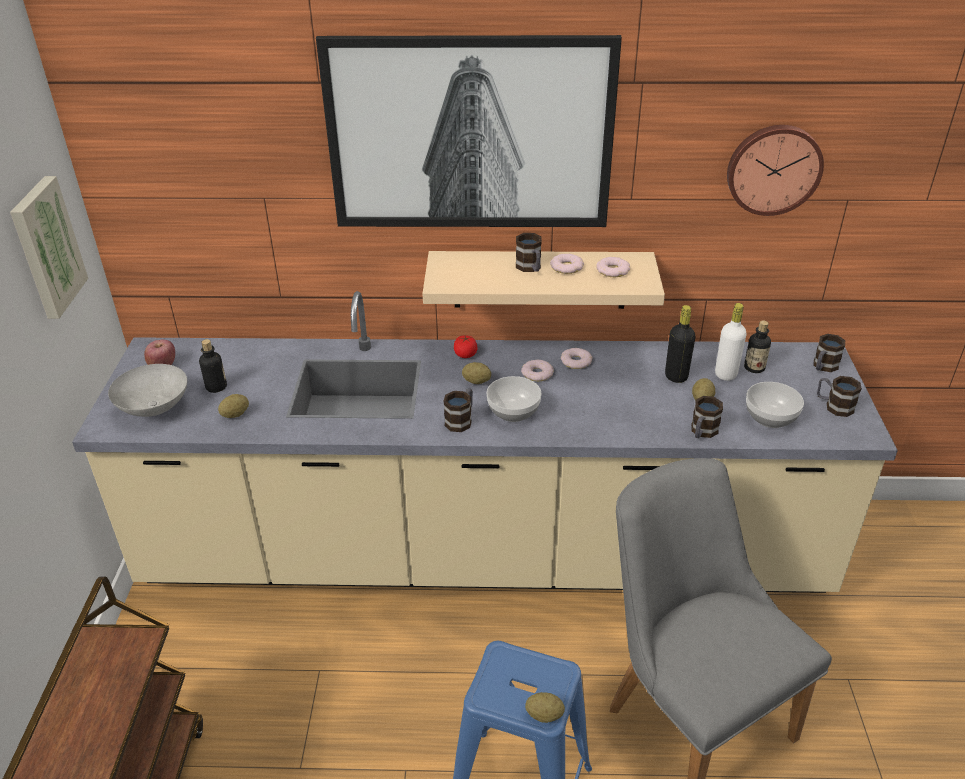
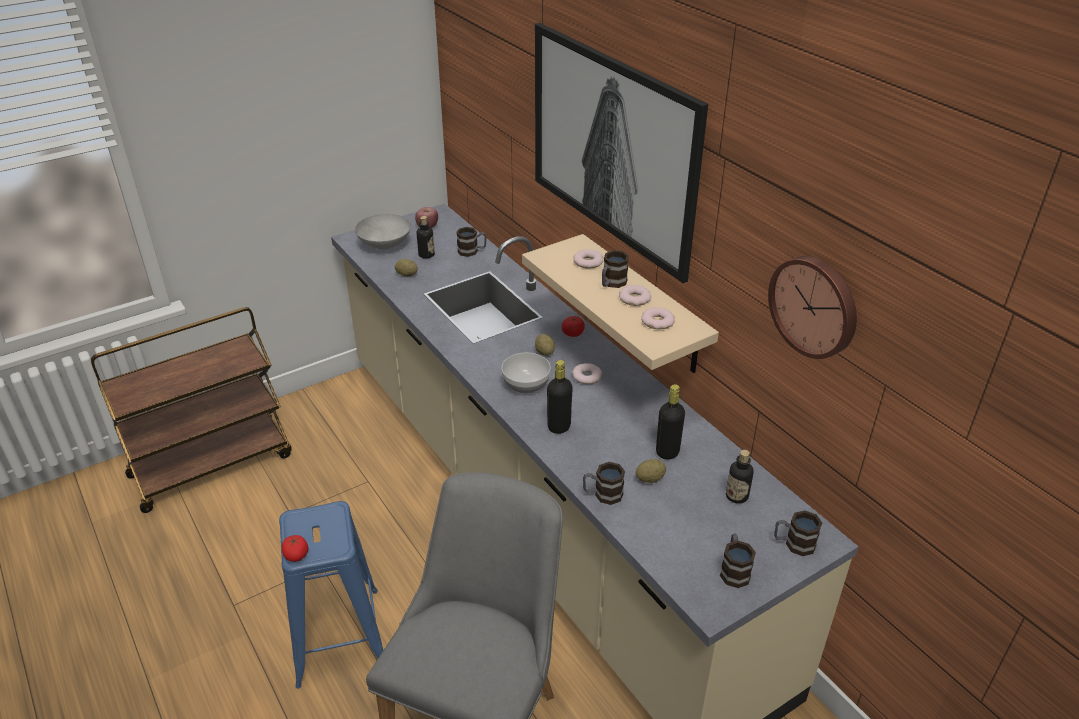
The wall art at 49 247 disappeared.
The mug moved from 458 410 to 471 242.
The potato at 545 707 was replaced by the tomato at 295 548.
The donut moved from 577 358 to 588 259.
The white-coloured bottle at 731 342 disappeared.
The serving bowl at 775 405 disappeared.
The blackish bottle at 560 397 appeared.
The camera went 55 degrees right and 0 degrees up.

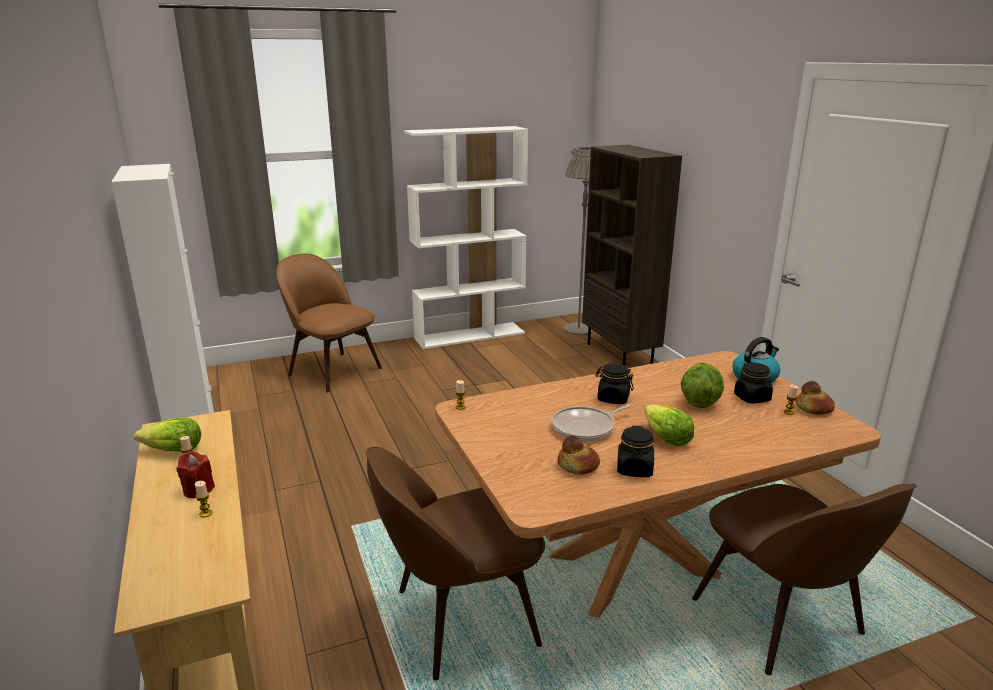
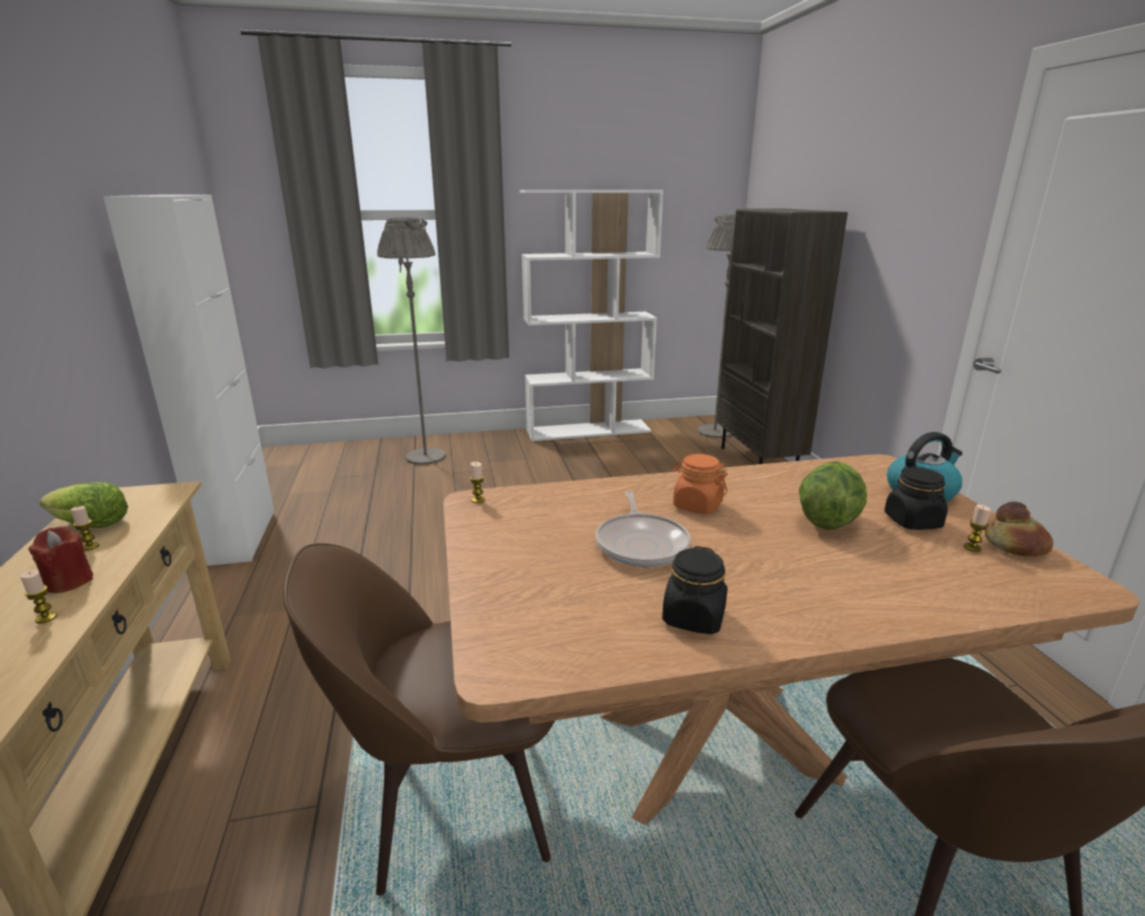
The brownish upright chair at 329 323 was replaced by the gray standard lamp at 411 341.
The skillet at 593 422 turned 75 degrees counterclockwise.
The baked bread at 579 455 disappeared.
The blackish jar at 614 383 became the orange-coloured jar at 699 484.
The lettuce head at 669 425 disappeared.
The camera went 10 degrees right and 0 degrees up.

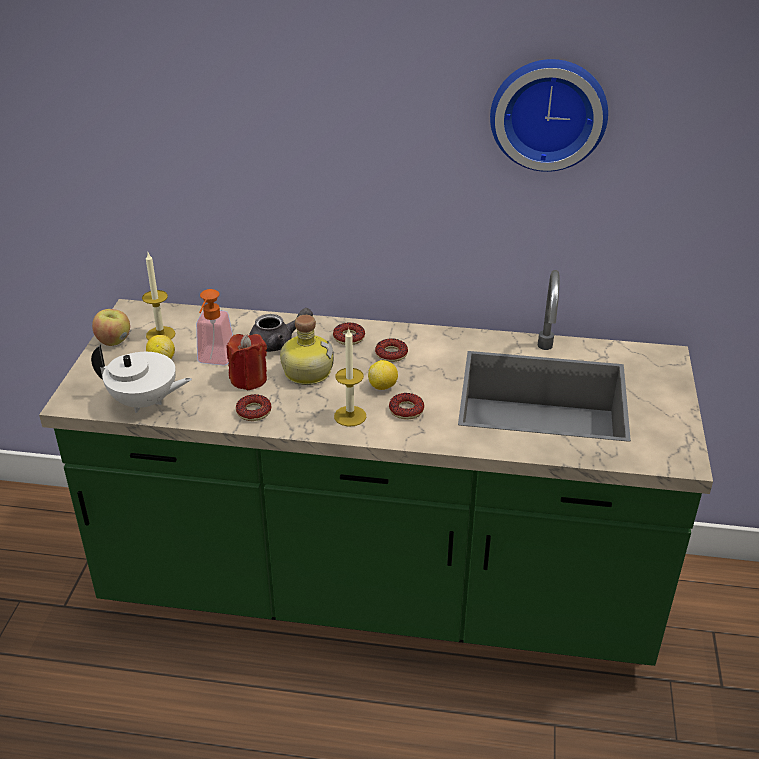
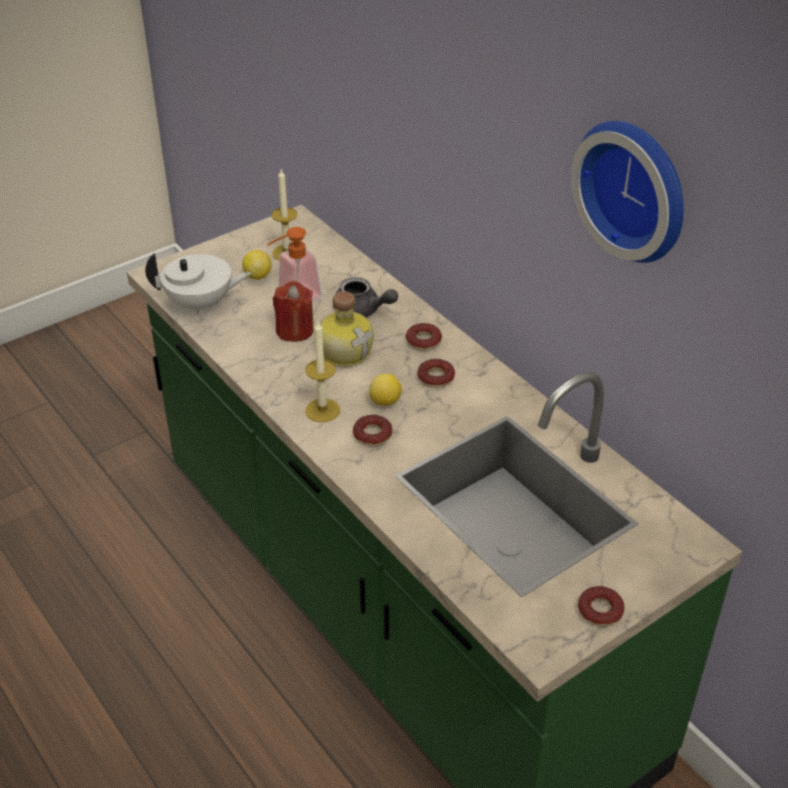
The white-coloured pot for tea at 141 379 turned 60 degrees counterclockwise.
The apple fruit at 111 327 disappeared.
The donut moved from 254 407 to 601 606.
The camera went 45 degrees right and 5 degrees up.

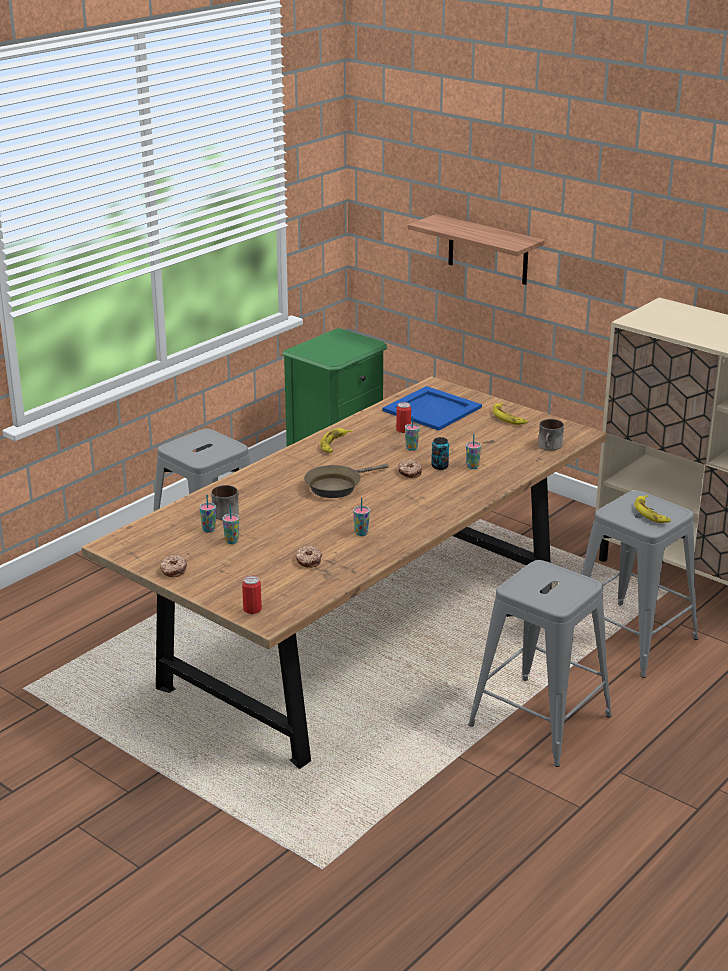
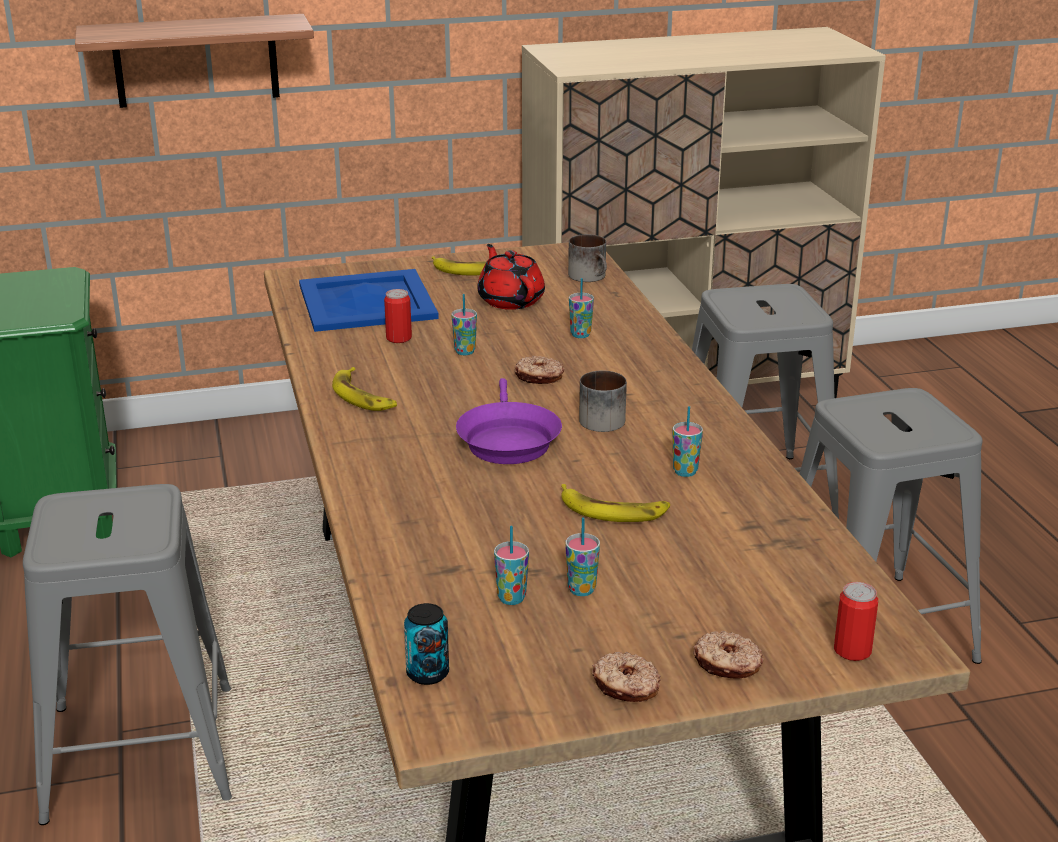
The mug moved from 225 502 to 603 401.
The donut moved from 309 557 to 728 655.
The brownish skillet at 346 481 became the purple skillet at 509 421.
The sealed can moved from 440 453 to 426 644.
The banana fruit moved from 653 509 to 615 503.
The red pot for tea at 511 277 appeared.
The camera went 55 degrees left and 0 degrees up.

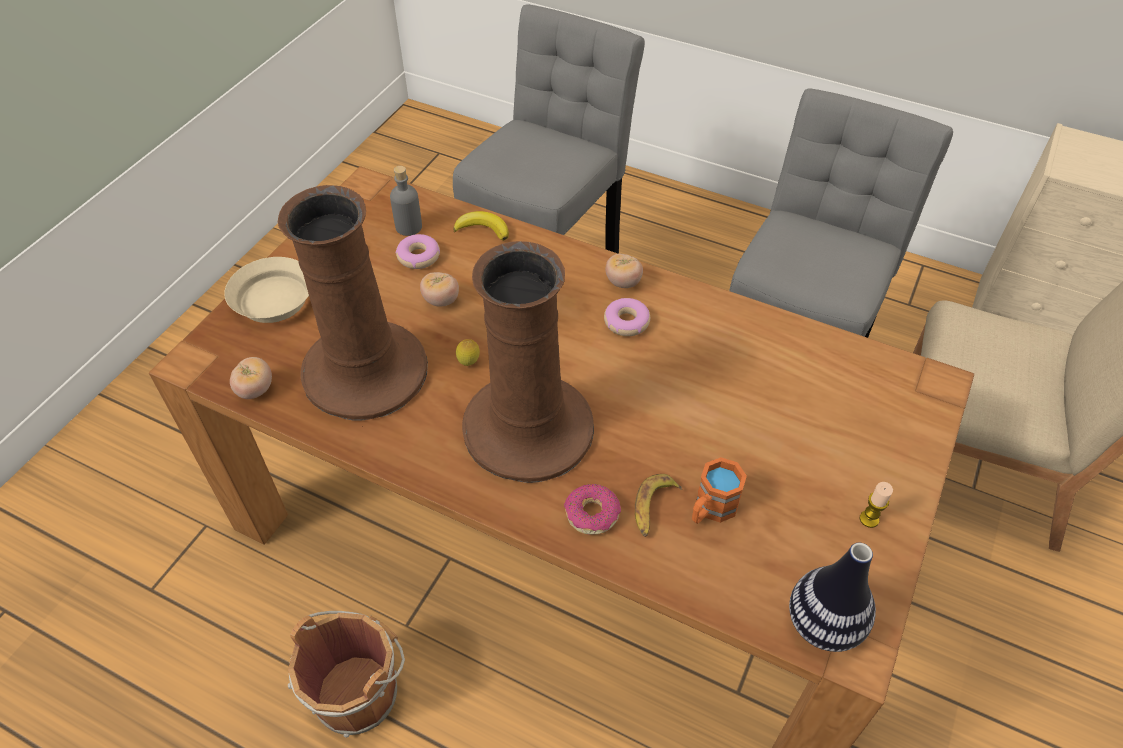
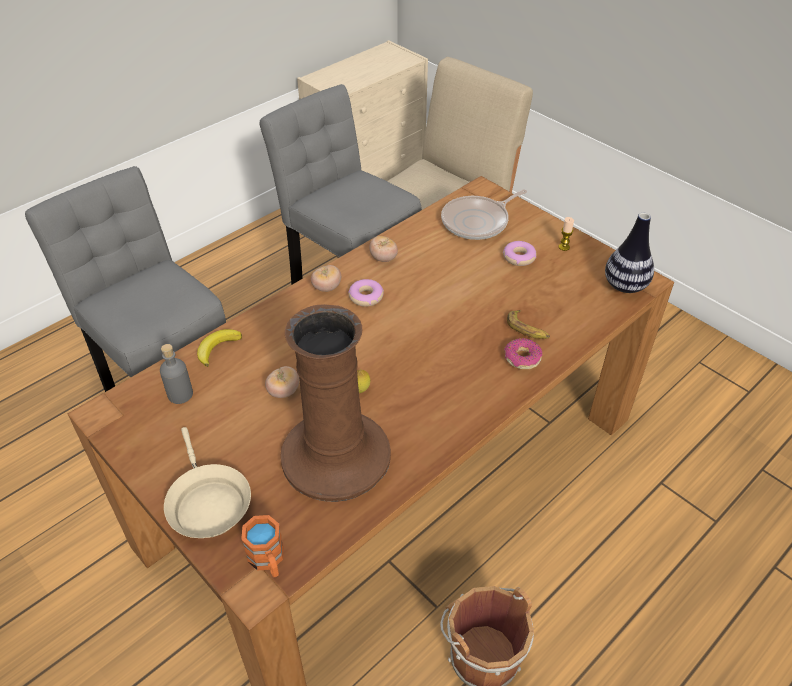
The tomato moved from 251 378 to 384 249.
The donut moved from 418 251 to 520 253.
The brownish flower vase at 528 362 disappeared.
The orange-coloured mug moved from 719 490 to 262 546.
The skillet at 484 214 appeared.
The camera went 70 degrees left and 5 degrees down.

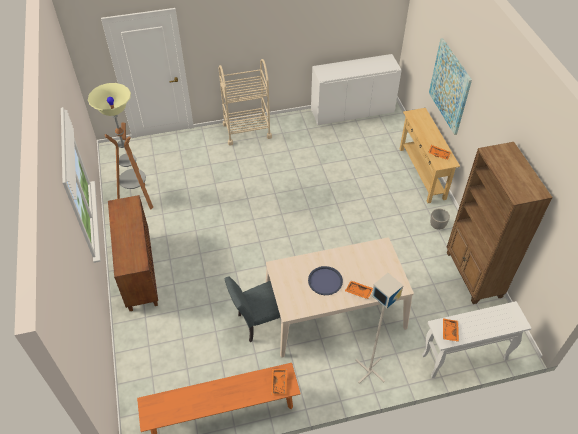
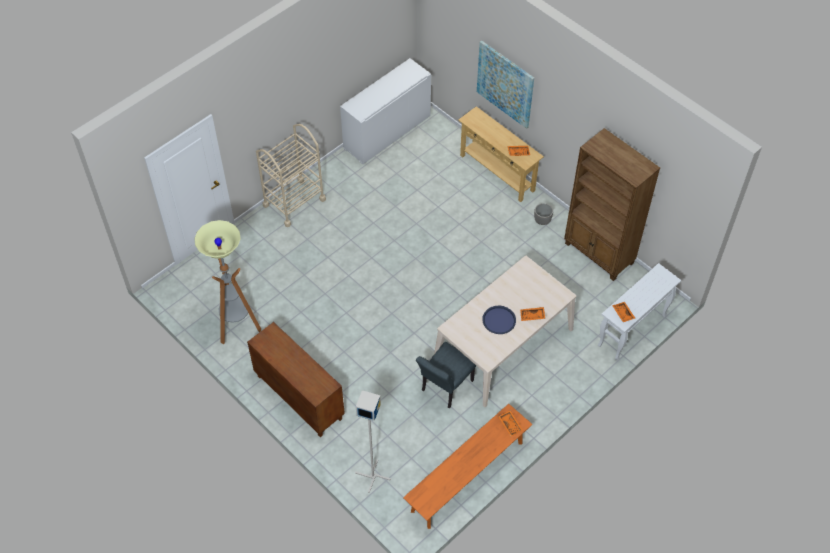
The gray standard lamp moved from 379 328 to 373 441.
The camera went 30 degrees left and 5 degrees up.

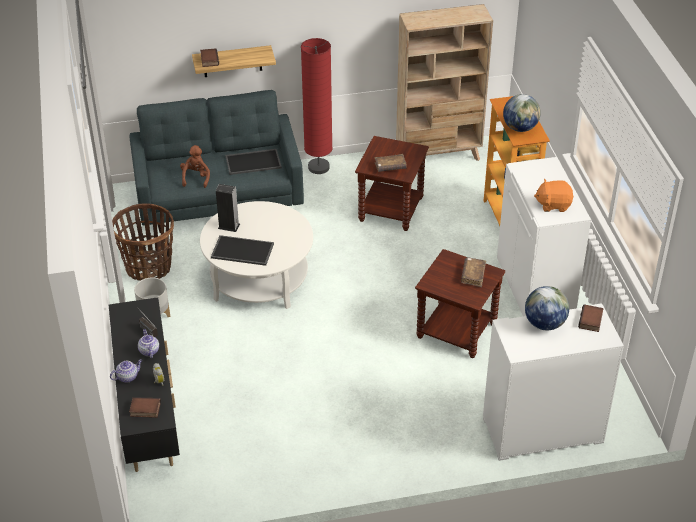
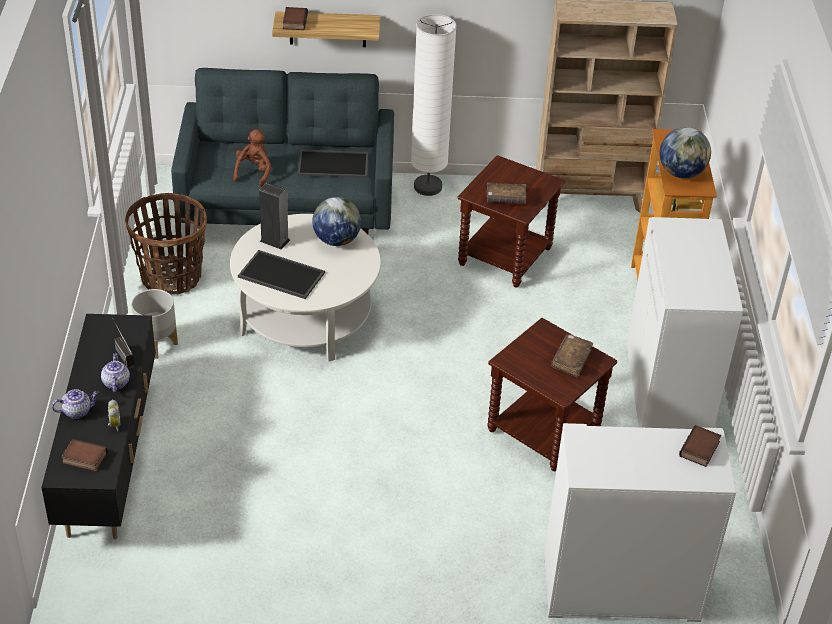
The red standard lamp at 317 106 became the white-coloured standard lamp at 434 105.
The world globe moved from 547 308 to 336 221.
The orange-coloured soft toy at 554 195 disappeared.
The camera went 10 degrees right and 0 degrees up.

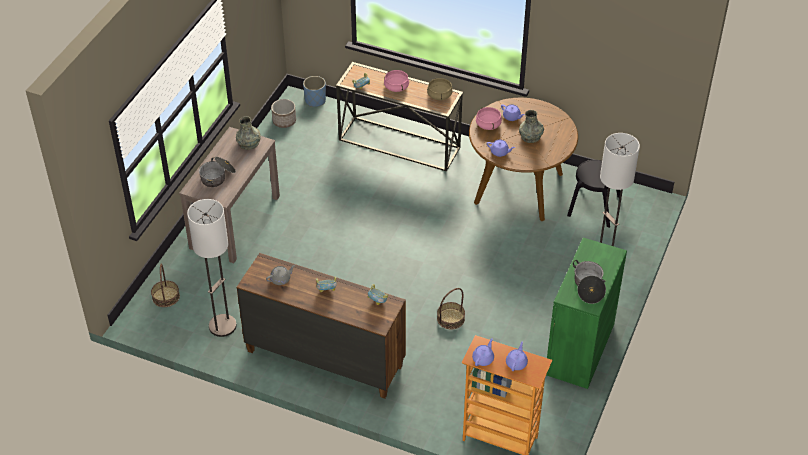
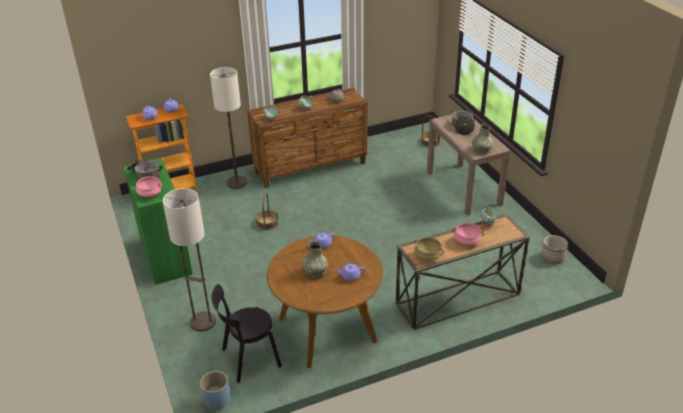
The standard lamp moved from 212 268 to 228 128.
The blue planter moved from 314 91 to 215 390.
The pink cooking pot moved from 489 118 to 149 186.
The camera went 135 degrees right and 10 degrees down.

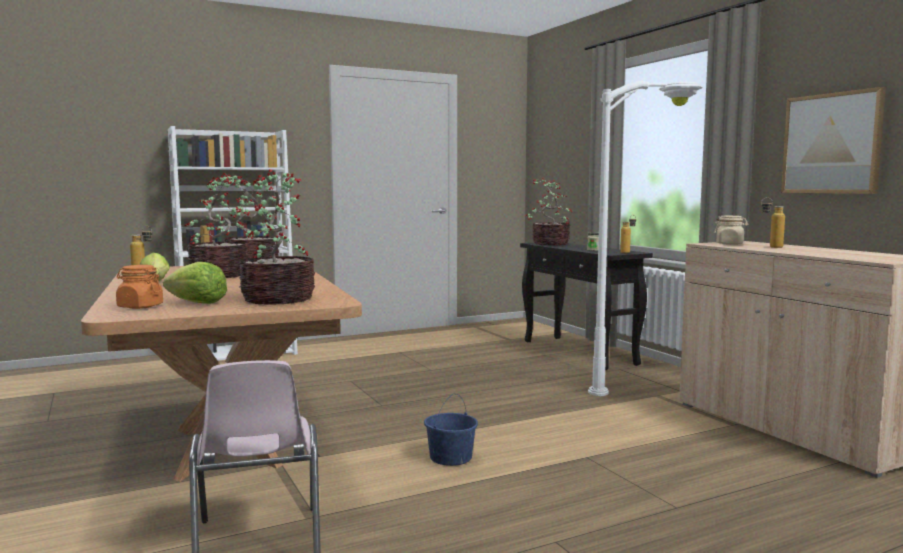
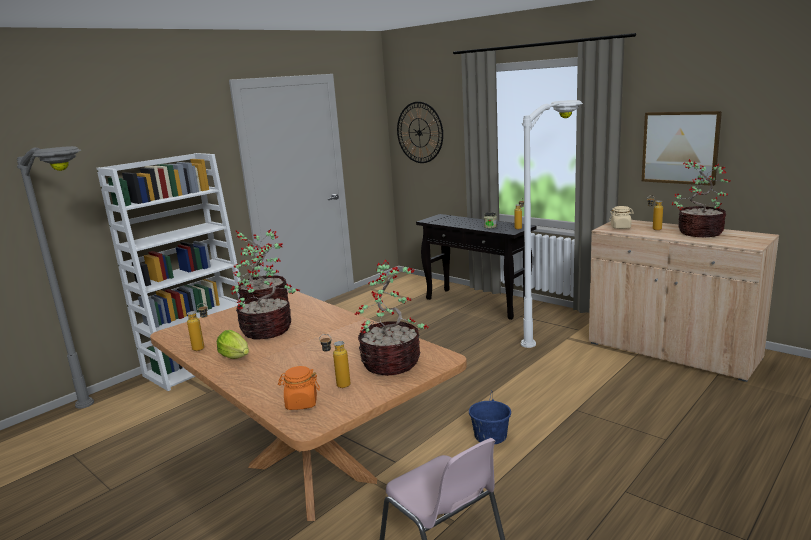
The lettuce head at 195 283 was replaced by the bottle at 334 361.
The plant in a pot moved from 548 211 to 701 198.
The gray standard lamp at 55 277 appeared.
The clock on the wall at 420 132 appeared.
The camera went 20 degrees left and 10 degrees up.

